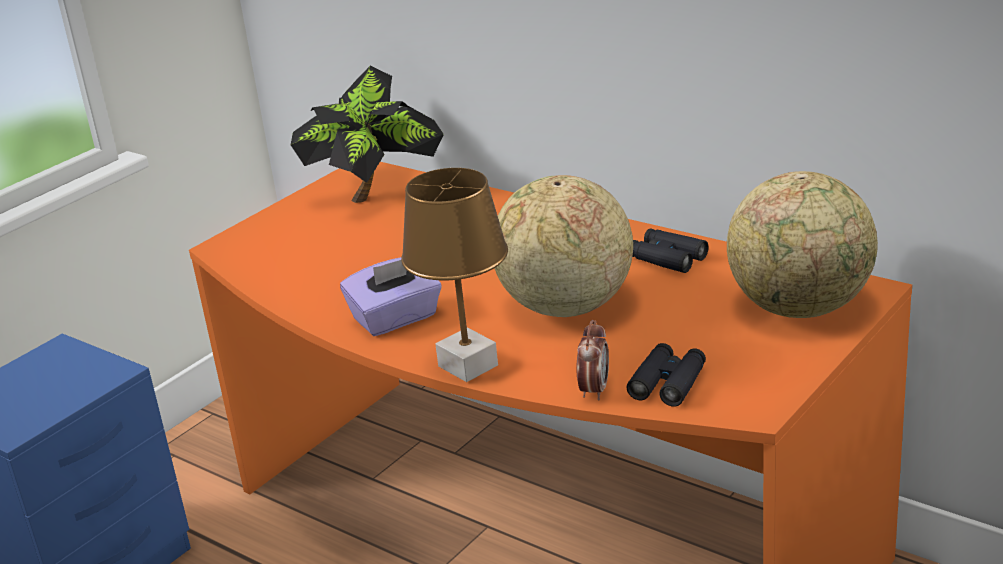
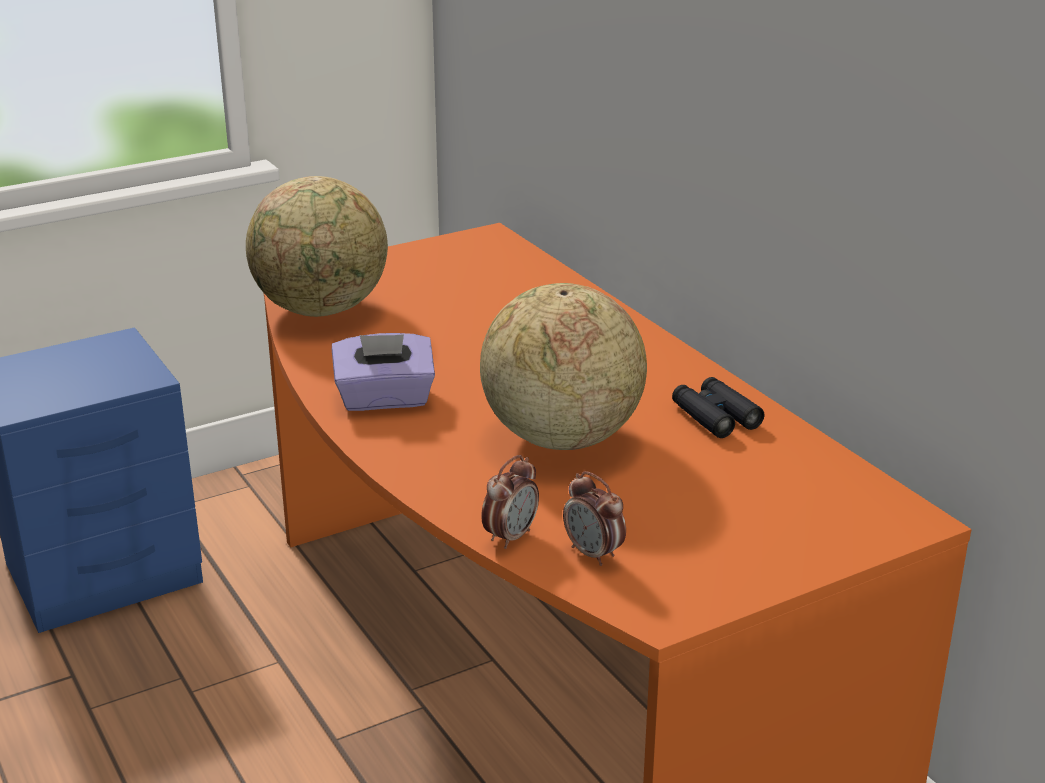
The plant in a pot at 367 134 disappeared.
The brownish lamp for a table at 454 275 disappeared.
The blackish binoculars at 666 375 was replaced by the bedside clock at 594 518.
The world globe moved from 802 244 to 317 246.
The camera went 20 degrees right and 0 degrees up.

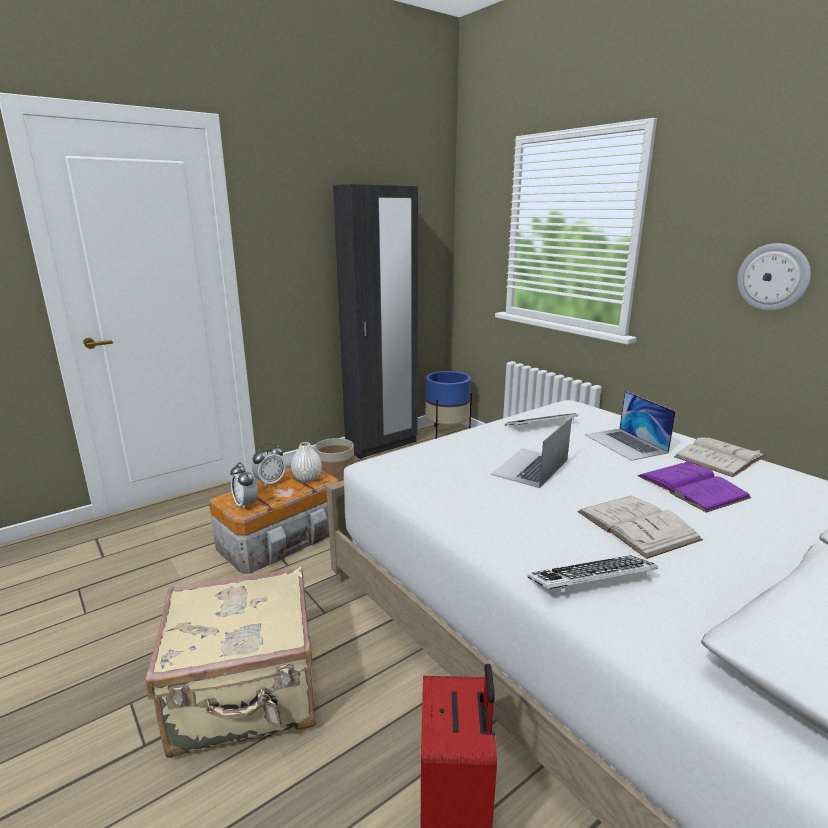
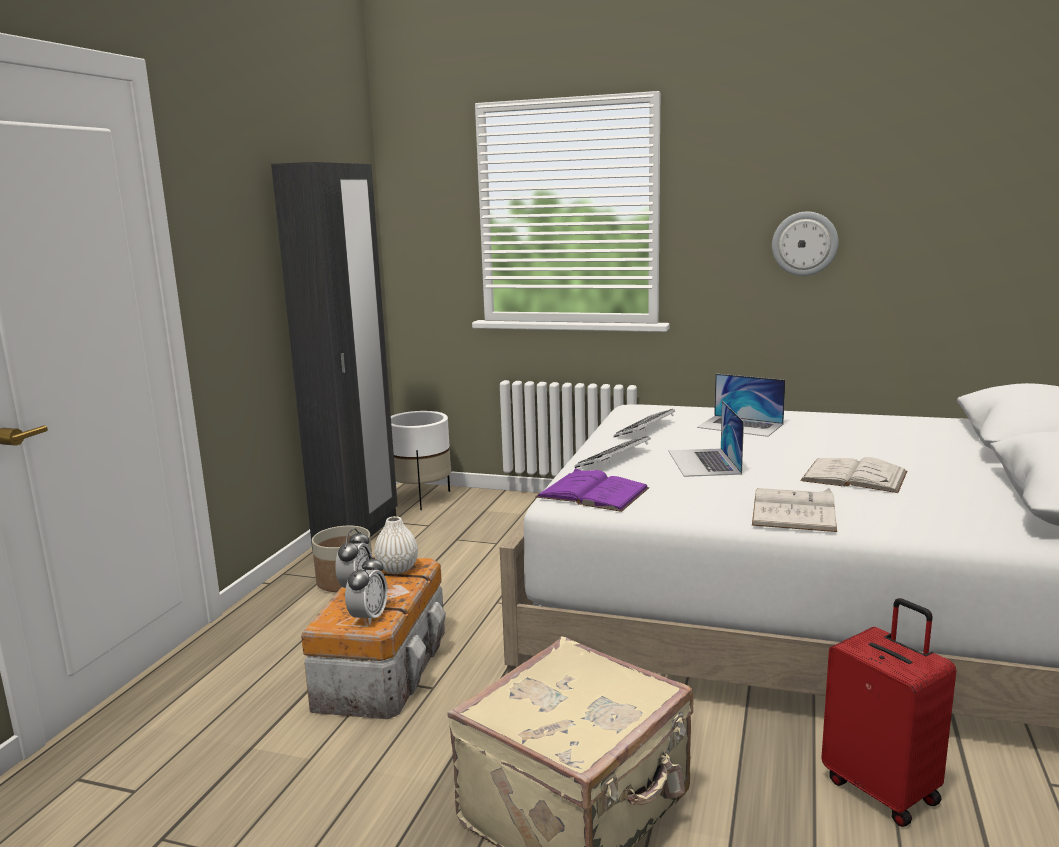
The bedside clock at 244 486 turned 90 degrees counterclockwise.
The blue planter at 448 405 became the white-coloured planter at 421 460.
The PC keyboard moved from 593 573 to 613 452.
The purple volume moved from 694 486 to 592 490.
The white-coloured volume moved from 720 457 to 794 510.
The camera went 35 degrees left and 5 degrees down.

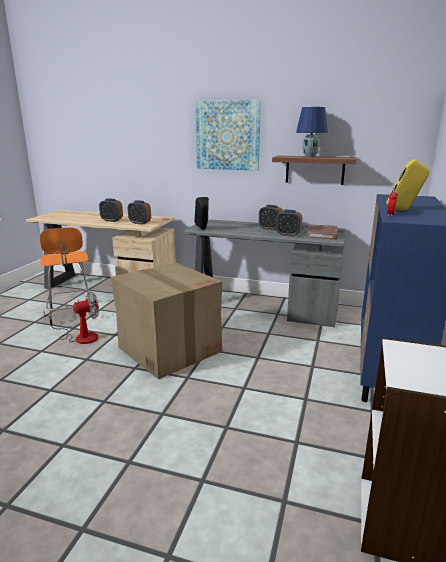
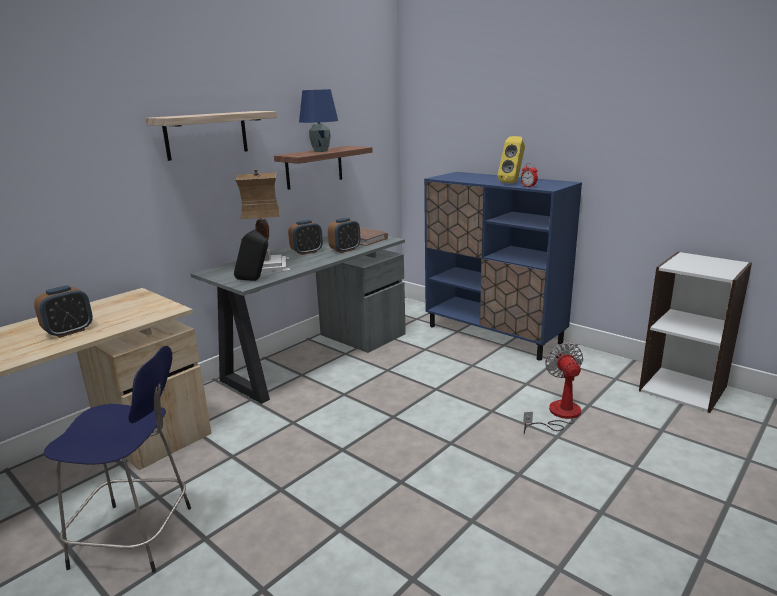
The orange-coloured sitting stool at 67 276 became the blue sitting stool at 117 459.
The cooling fan moved from 71 318 to 553 388.
The packing box at 166 321 disappeared.
The bedside clock at 139 212 disappeared.
The wall art at 228 135 was replaced by the wall shelf at 211 136.
The lamp for a table at 263 220 appeared.
The camera went 65 degrees left and 0 degrees up.

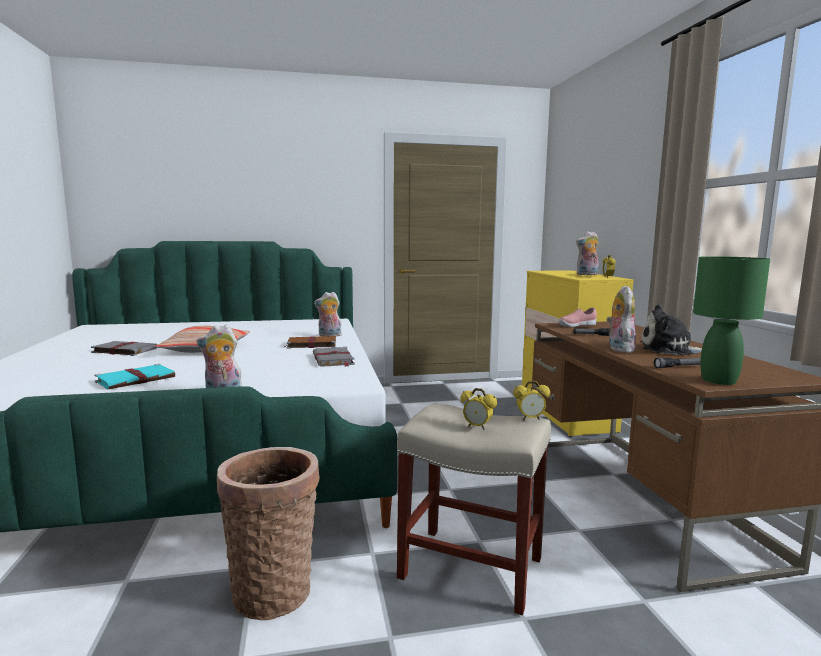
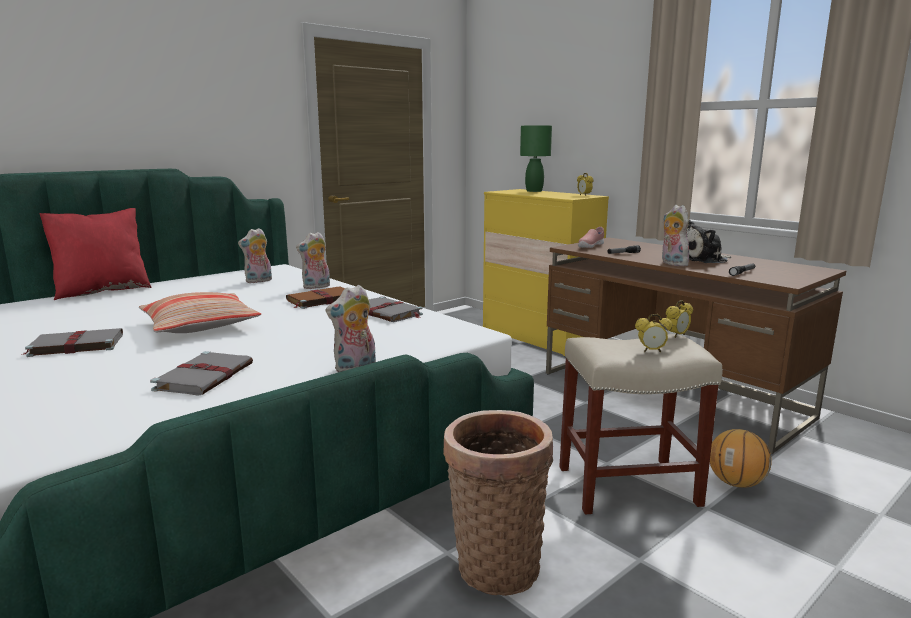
The turquoise volume at 135 377 became the gray volume at 201 373.
The soft toy moved from 587 253 to 255 255.
The green lamp for a table moved from 731 320 to 536 158.
The red throw pillow at 95 254 appeared.
The basketball at 741 458 appeared.
The camera went 30 degrees left and 5 degrees up.

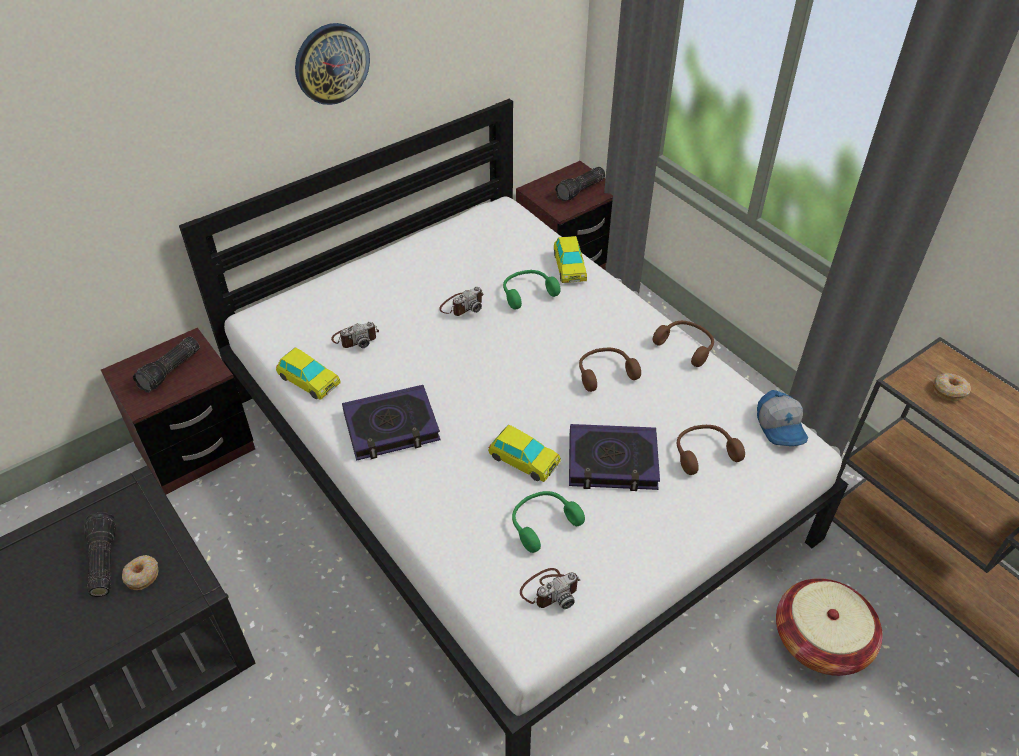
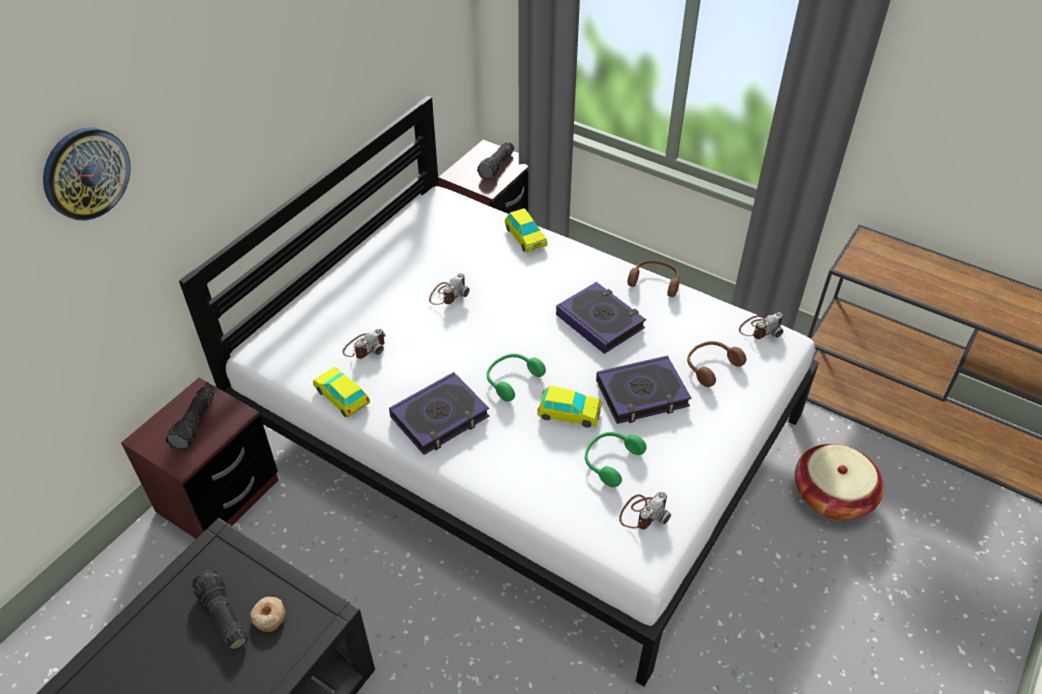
The miniature car at 308 373 turned 150 degrees counterclockwise.
The clock on the wall moved from 332 64 to 87 174.
The green pair of headphones moved from 532 289 to 516 378.
The brownish pair of headphones at 610 370 was replaced by the volume at 601 318.
The baseball cap at 782 418 was replaced by the still camera at 761 325.
The donut at 952 387 disappeared.
The camera went 20 degrees left and 0 degrees up.

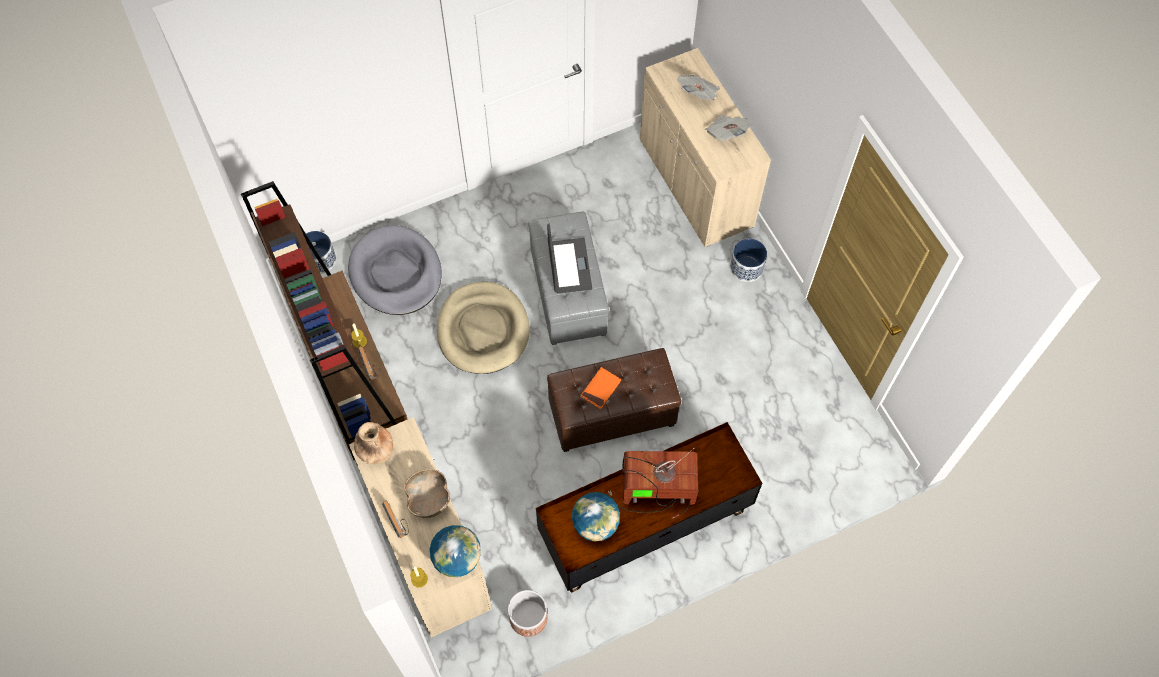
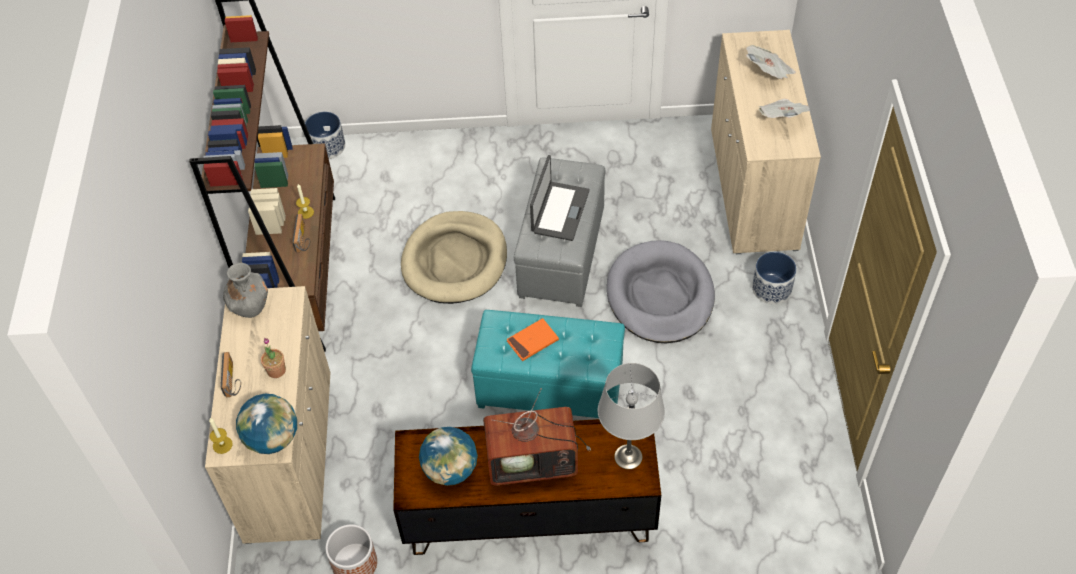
The gray pet bed moved from 395 270 to 661 291.
The brownish flower vase at 373 443 became the gray flower vase at 245 290.
The brownish serving bowl at 427 493 was replaced by the plant in a pot at 273 358.
The brownish ottoman at 614 400 became the turquoise ottoman at 548 364.
The TV set at 653 483 turned 150 degrees clockwise.
The gray lamp for a table at 631 416 appeared.
The camera went 25 degrees right and 10 degrees down.

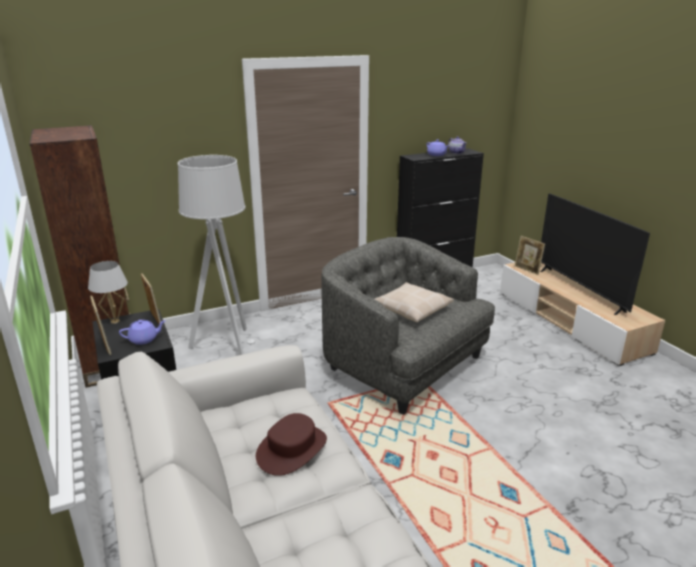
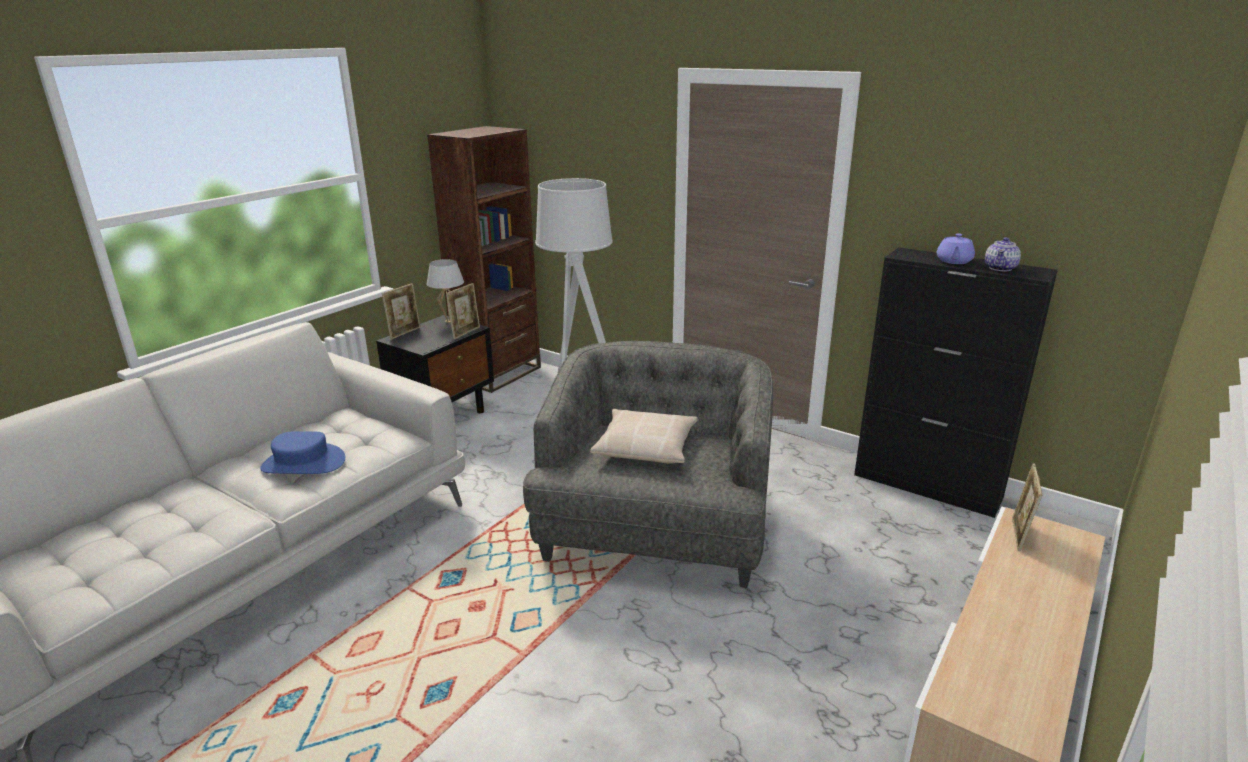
The purple pot for tea at 142 332 disappeared.
The brownish wearable hat at 291 444 became the blue wearable hat at 302 452.
The TV set at 595 254 disappeared.
The camera went 60 degrees right and 0 degrees up.

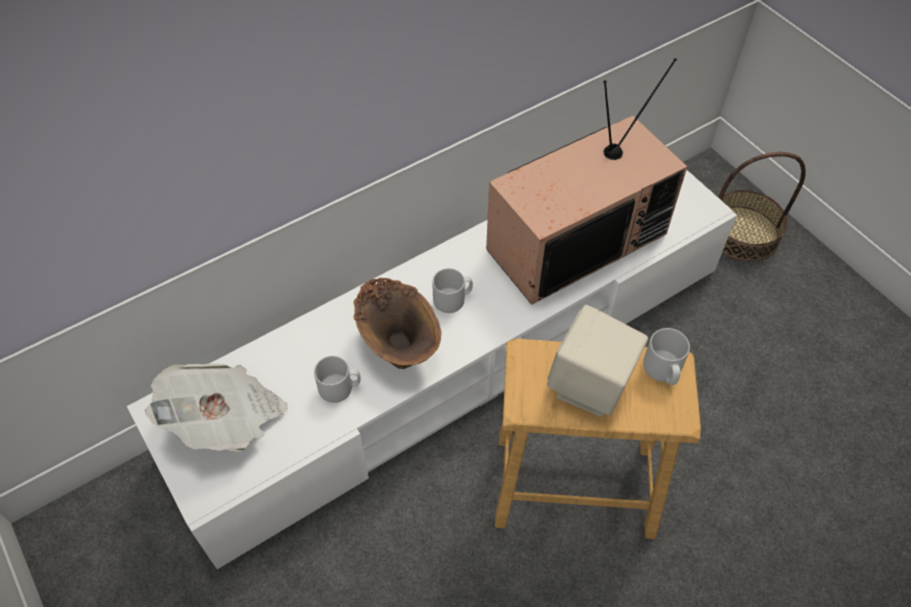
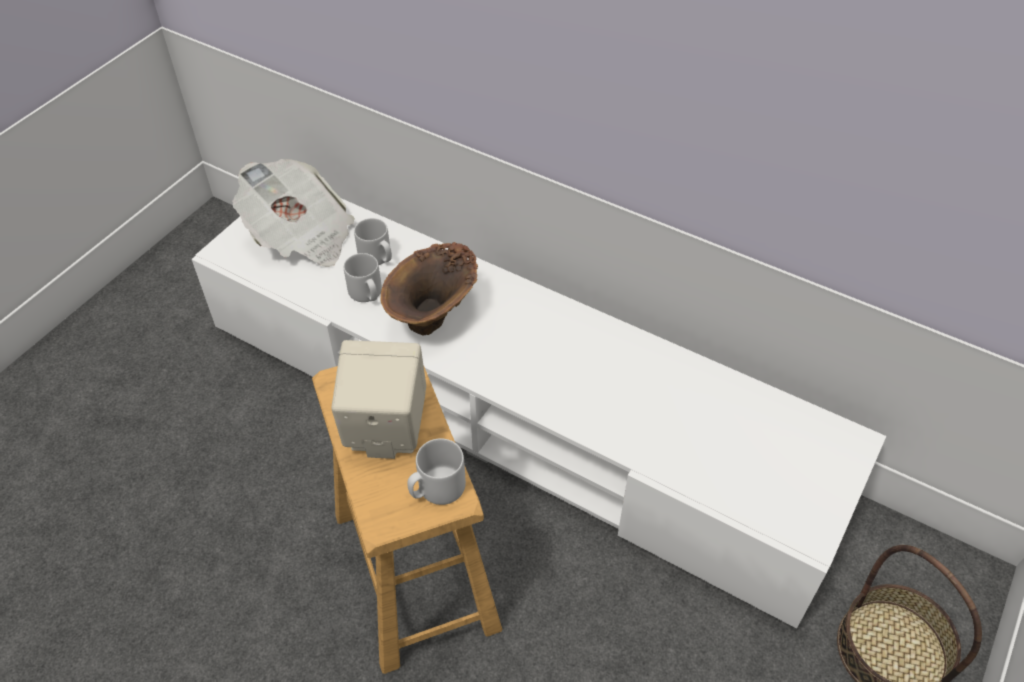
The gray mug moved from 452 290 to 373 241.
The TV set at 586 181 disappeared.
The camera went 65 degrees right and 5 degrees down.

